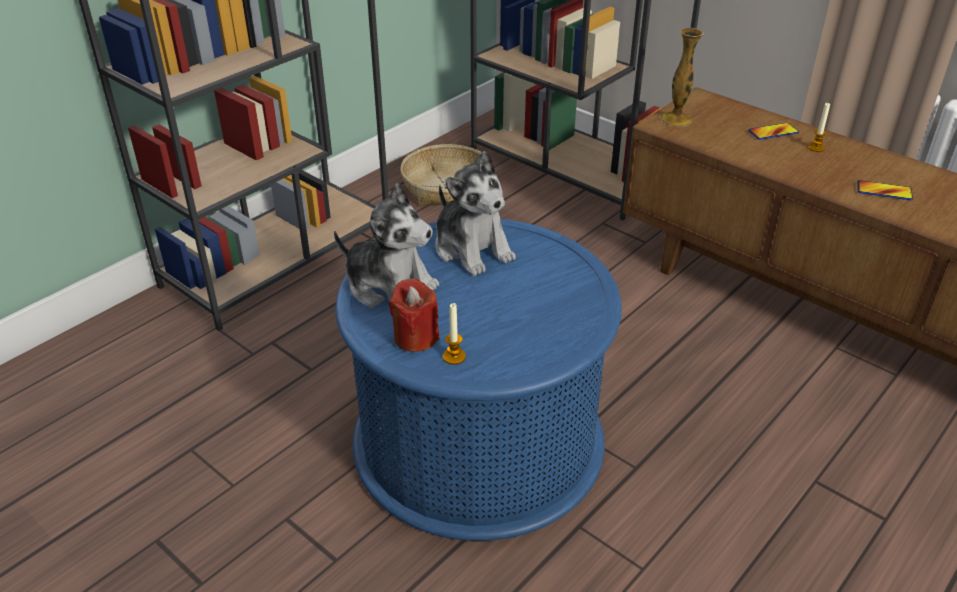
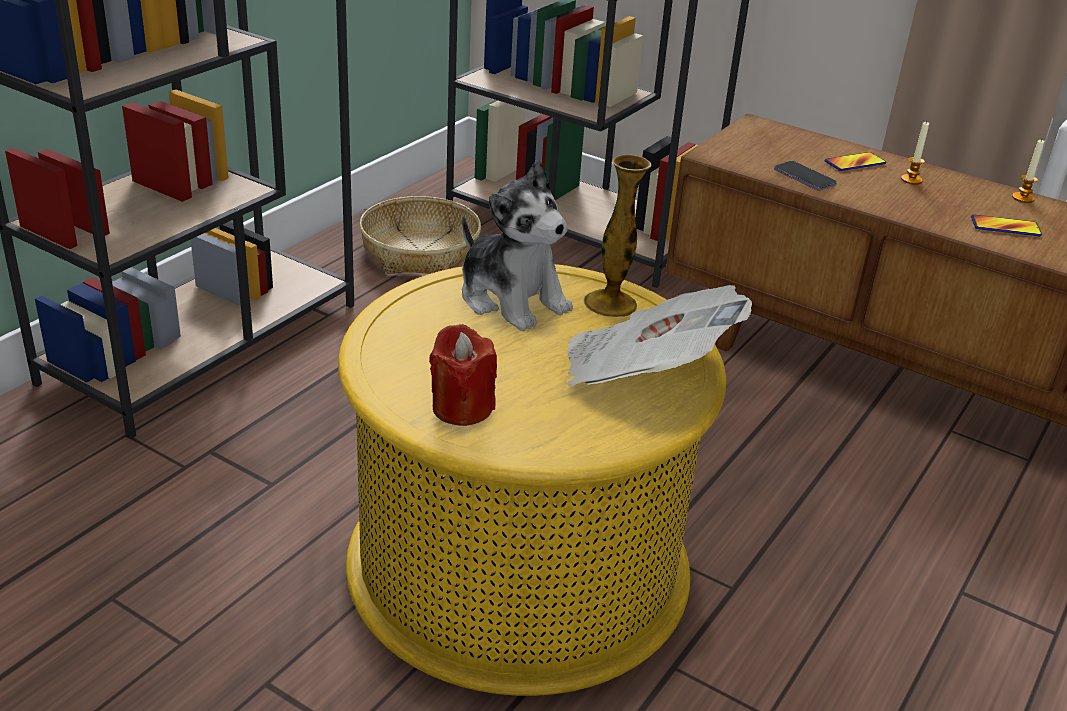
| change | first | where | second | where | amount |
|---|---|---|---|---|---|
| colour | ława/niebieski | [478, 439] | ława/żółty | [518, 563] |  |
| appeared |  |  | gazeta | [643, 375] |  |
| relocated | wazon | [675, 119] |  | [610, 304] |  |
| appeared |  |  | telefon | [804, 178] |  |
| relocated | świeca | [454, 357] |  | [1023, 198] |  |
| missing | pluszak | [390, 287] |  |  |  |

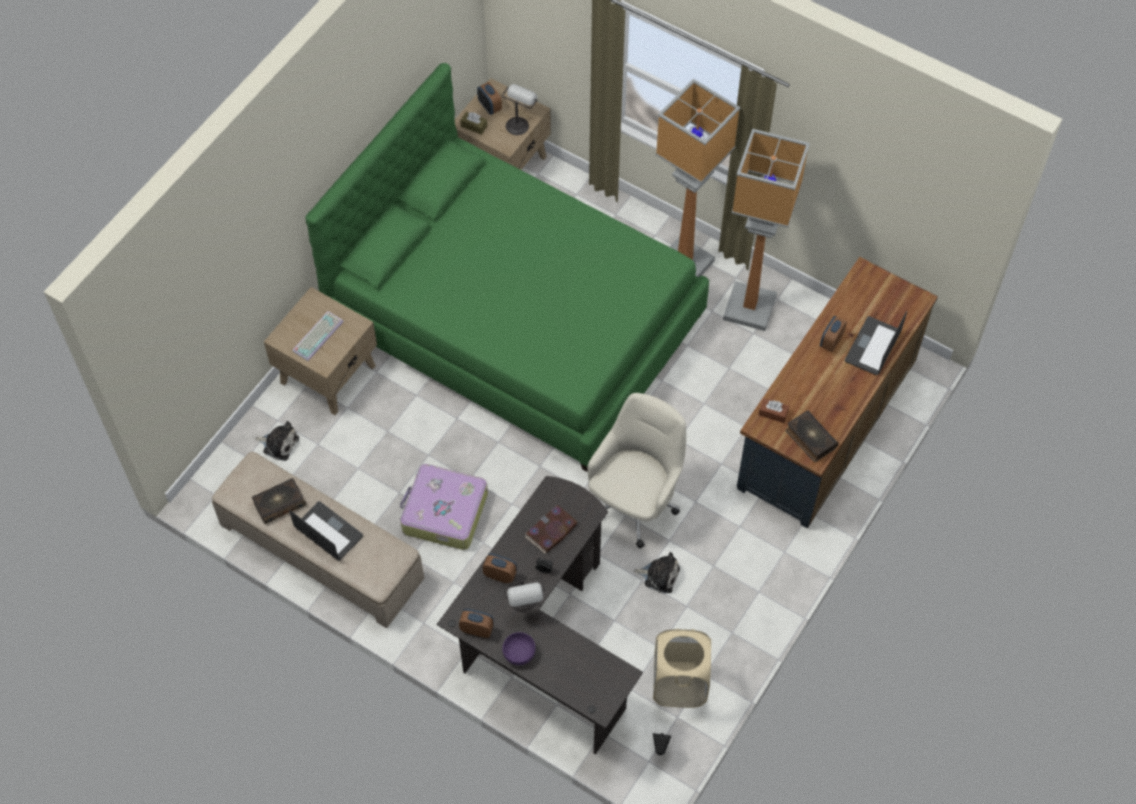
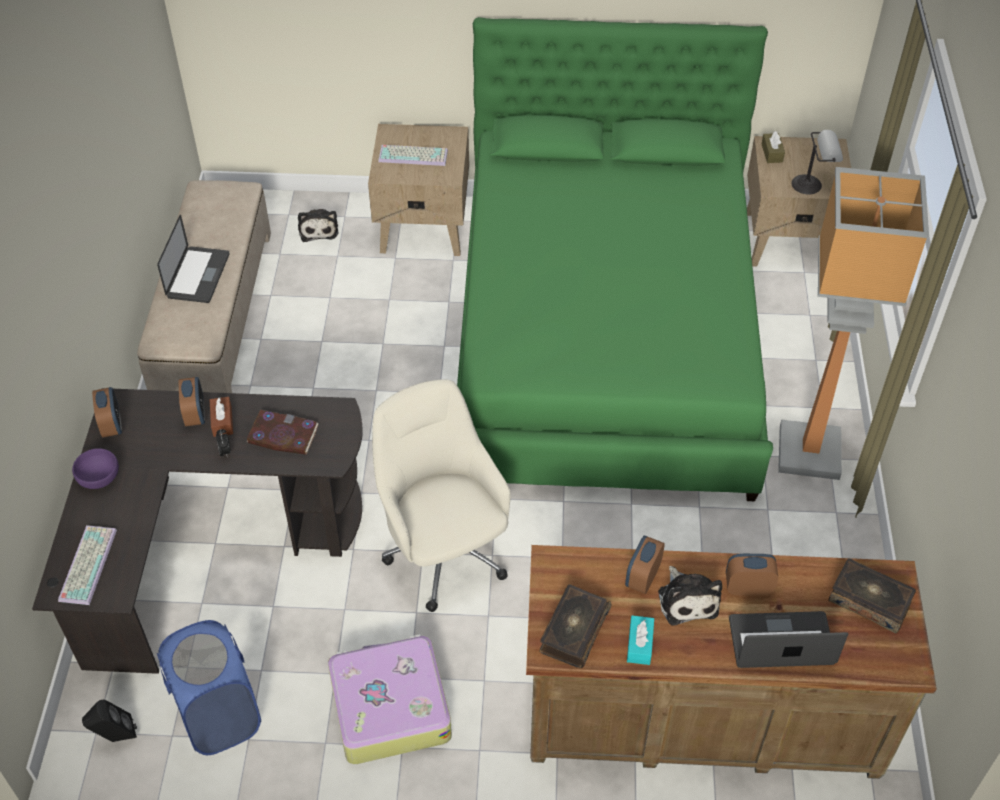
| change | first | where | second | where | amount |
|---|---|---|---|---|---|
| appeared |  |  | klawiatura | [87, 564] |  |
| colour | kosz na pranie/beżowy | [679, 684] | kosz na pranie/niebieski | [219, 716] |  |
| relocated | pudełko chusteczek/brązowy | [773, 413] |  | [222, 421] |  |
| relocated | walizka | [443, 513] |  | [389, 707] |  |
| spun | krzesło biurowe/beżowy | [634, 503] |  | [444, 554] | 120 degrees counterclockwise |
| relocated | budzik | [489, 107] |  | [642, 577] |  |
| appeared |  |  | pudełko chusteczek/turkusowy | [639, 644] |  |
| relocated | pluszak | [659, 575] |  | [687, 599] |  |
| relocated | książka | [279, 504] |  | [869, 601] |  |
| missing | lampa stołowa | [525, 604] |  |  |  |
| missing | lampa stojąca | [748, 308] |  |  |  |

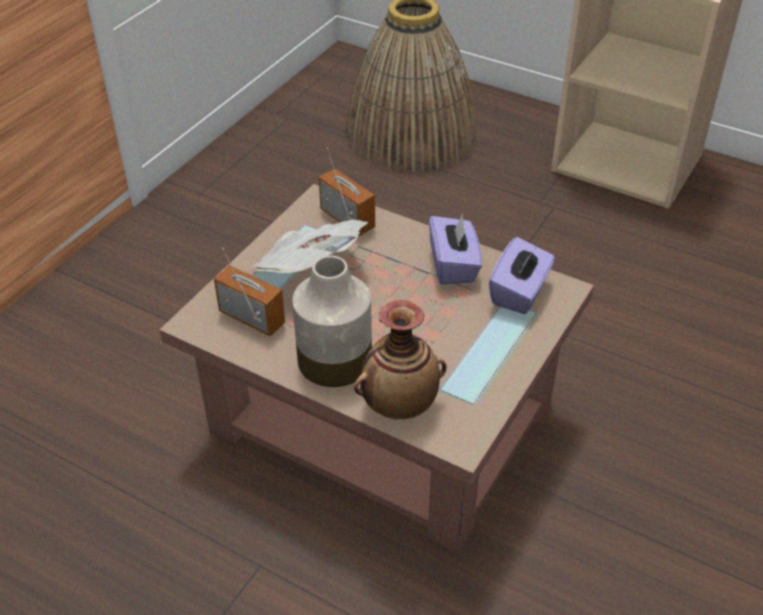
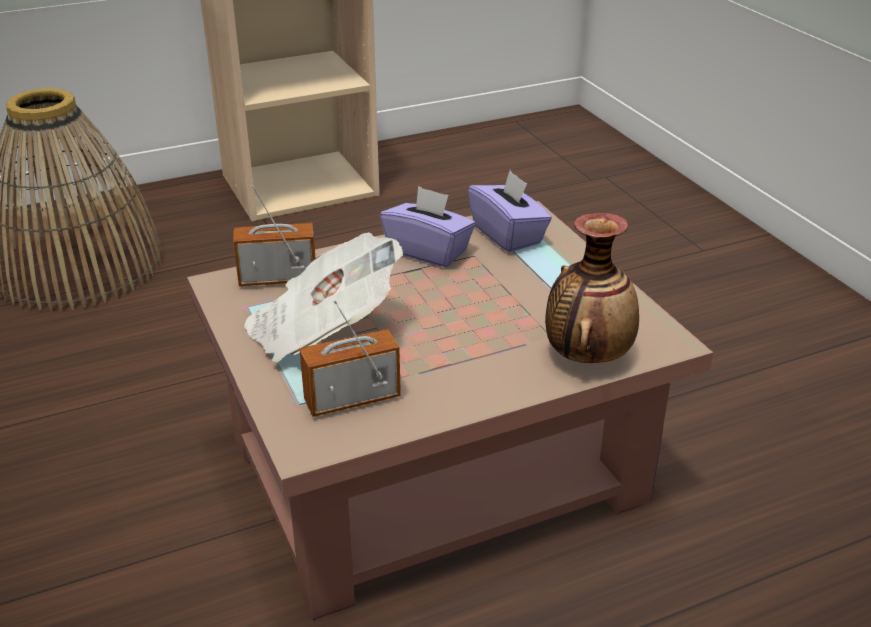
| change | first | where | second | where | amount |
|---|---|---|---|---|---|
| missing | wazon/beżowy | [335, 359] |  |  |  |

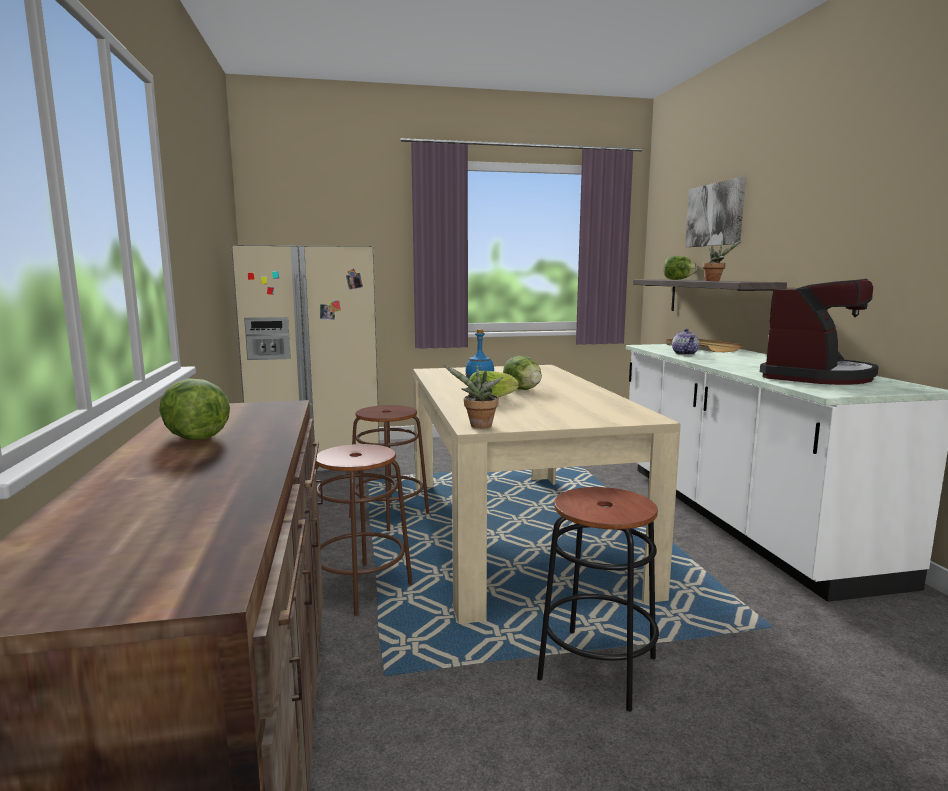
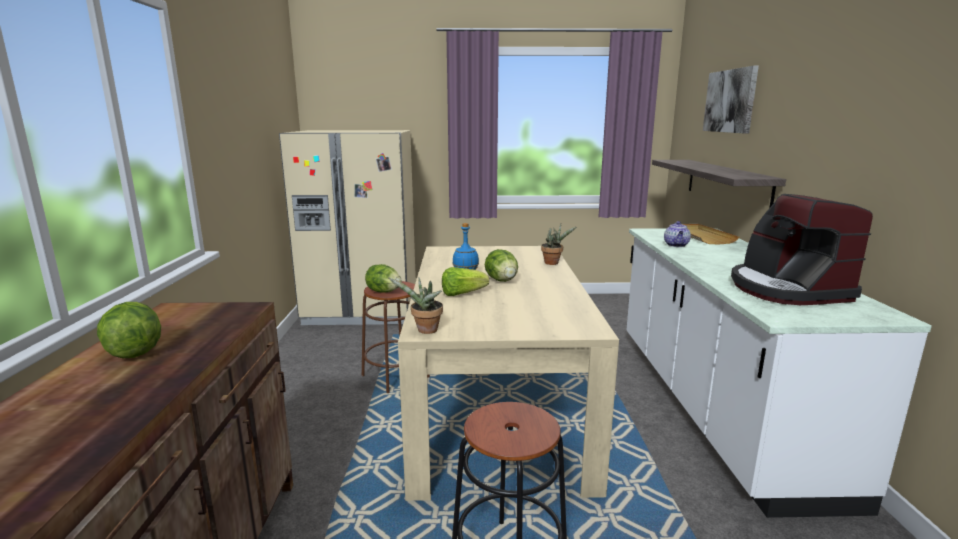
| change | first | where | second | where | amount |
|---|---|---|---|---|---|
| relocated | sałata | [677, 279] |  | [384, 292] |  |
| relocated | roślina doniczkowa | [714, 281] |  | [553, 263] |  |
| spun | ekspres do kawy | [816, 376] |  | [786, 289] | 120 degrees clockwise |
| missing | stołek/brązowy | [361, 587] |  |  |  |

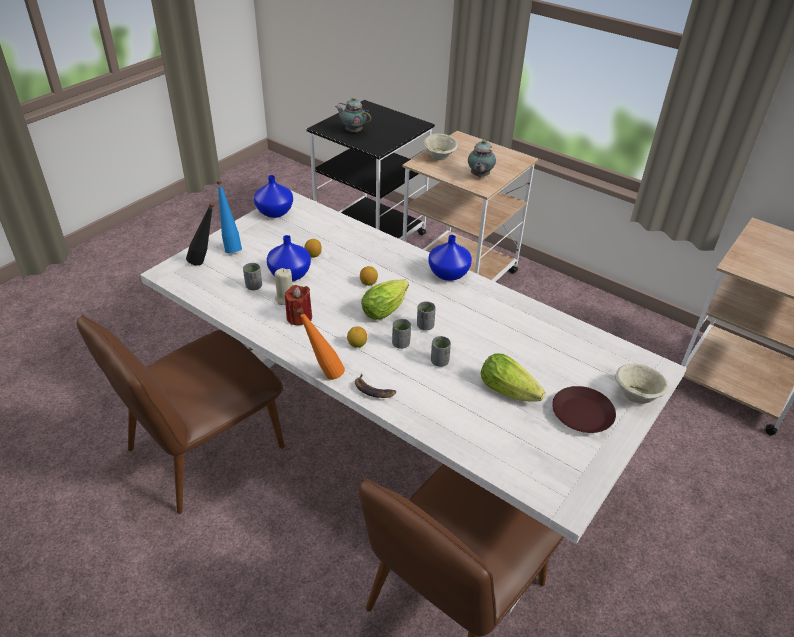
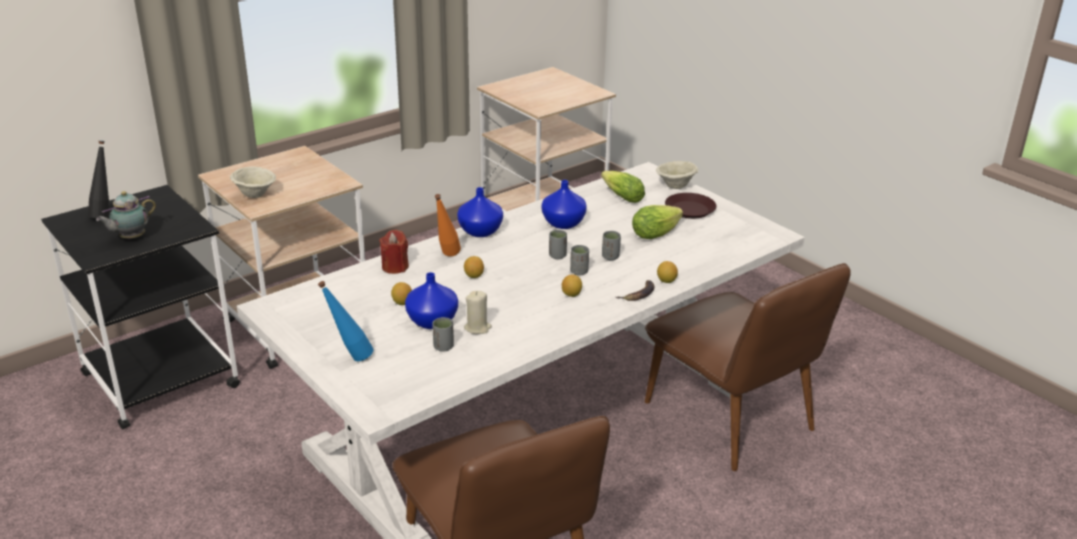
| change | first | where | second | where | amount |
|---|---|---|---|---|---|
| relocated | butelka/czarny | [205, 262] |  | [105, 215] |  |
| relocated | świeca/czerwony | [299, 317] |  | [395, 267] |  |
| relocated | butelka/pomarańczowy | [323, 374] |  | [447, 257] |  |
| relocated | wazon/niebieski | [275, 212] |  | [563, 223] |  |
| relocated | sałata | [387, 308] |  | [620, 196] |  |
| appeared |  |  | cytryna | [666, 281] |  |
| missing | imbryk | [479, 176] |  |  |  |

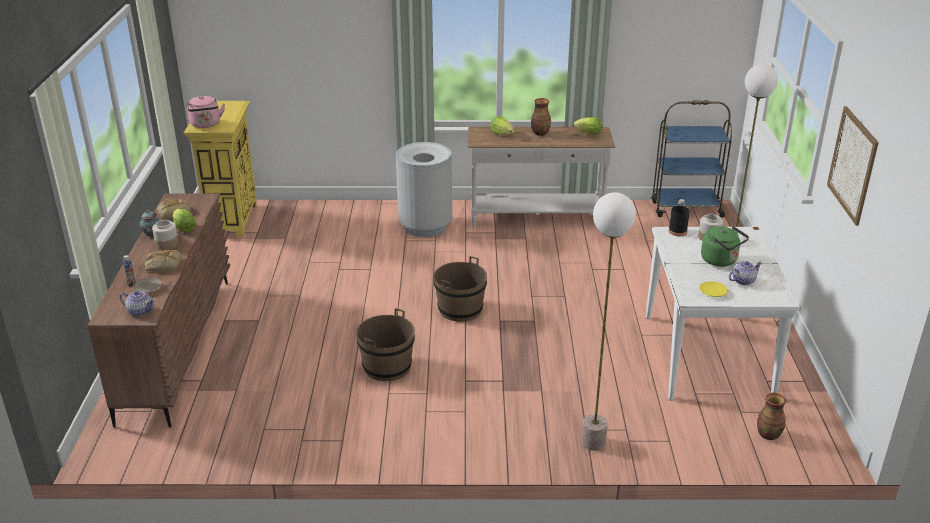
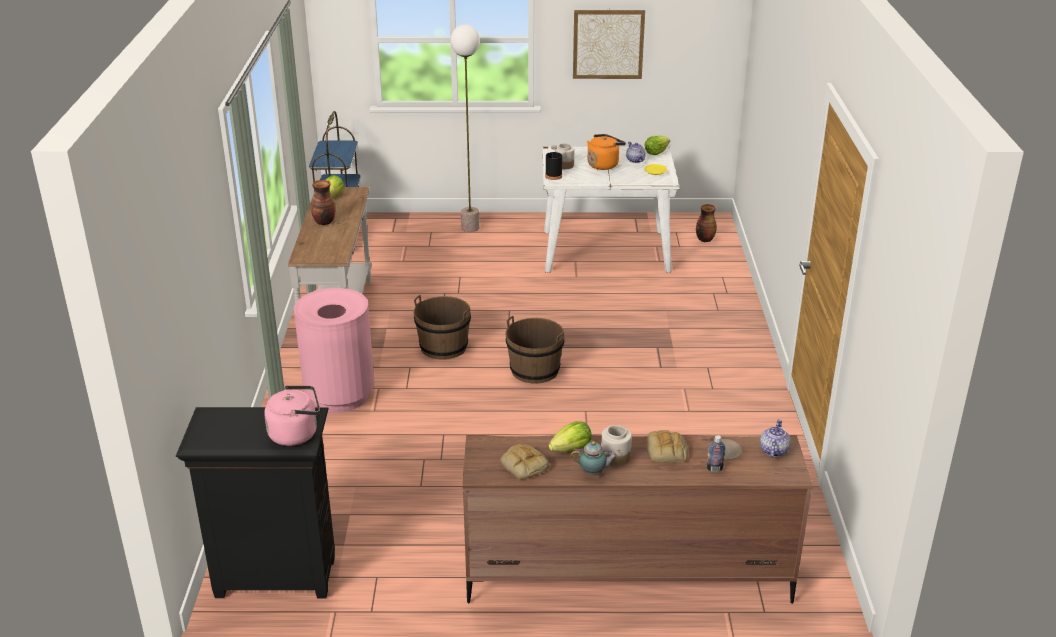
| change | first | where | second | where | amount |
|---|---|---|---|---|---|
| colour | szafka/żółty | [231, 219] | szafka/czarny | [274, 578] |  |
| colour | kosz na śmieci/szary | [425, 226] | kosz na śmieci/różowy | [339, 396] |  |
| relocated | wiadro/brązowy | [387, 366] |  | [443, 347] |  |
| colour | czajnik/zielony | [721, 261] | czajnik/pomarańczowy | [604, 165] |  |
| relocated | sałata | [502, 134] |  | [656, 152] |  |
| missing | lampa stojąca | [593, 442] |  |  |  |

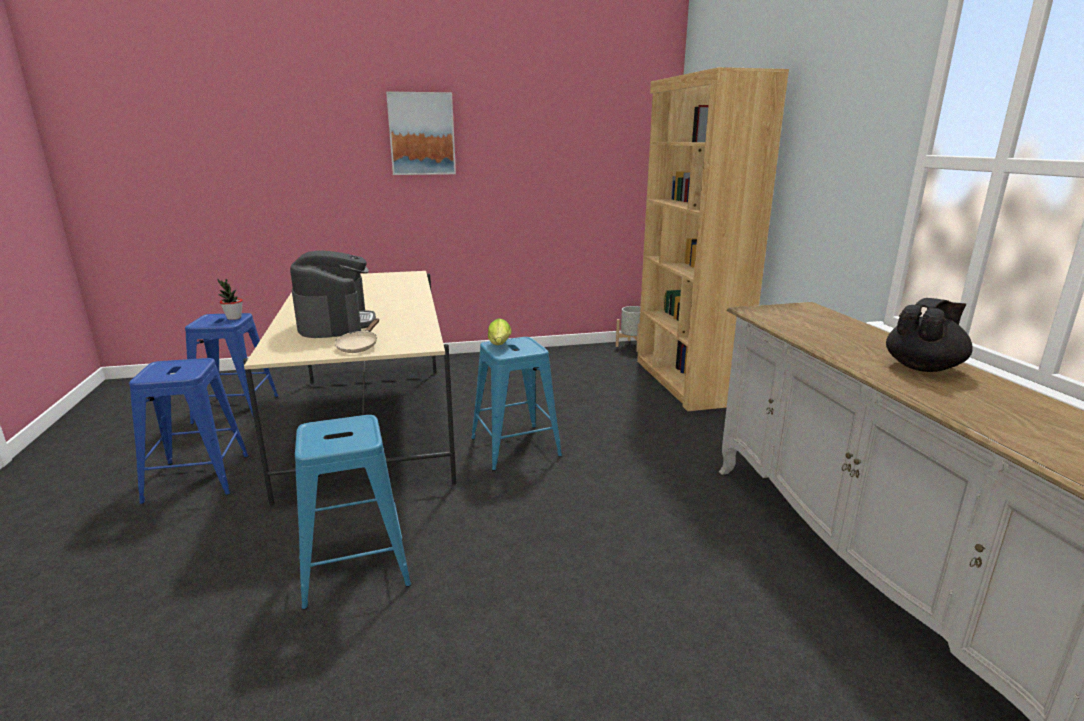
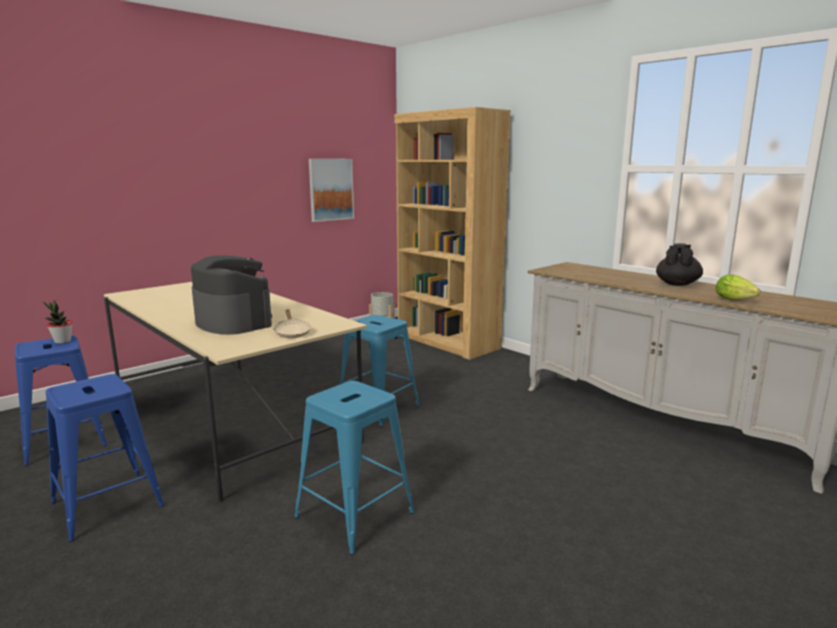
| change | first | where | second | where | amount |
|---|---|---|---|---|---|
| relocated | obraz | [421, 134] |  | [331, 189] |  |
| relocated | sałata | [499, 345] |  | [736, 300] |  |

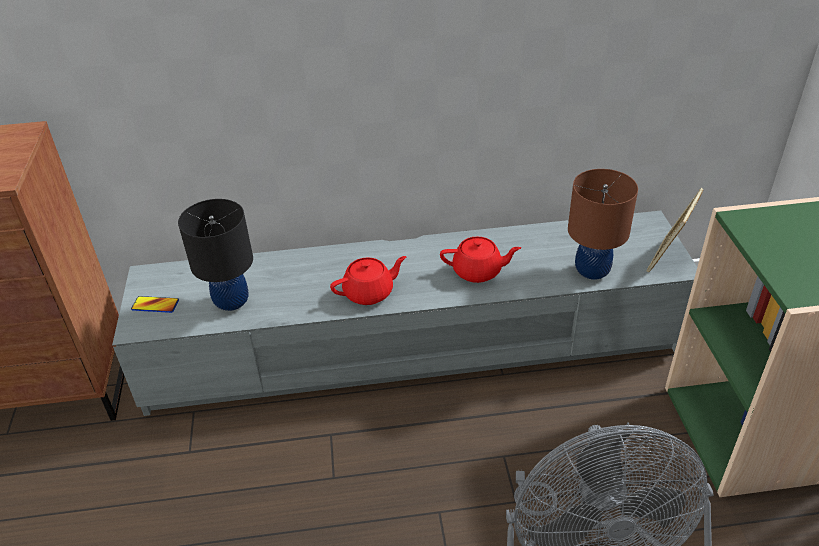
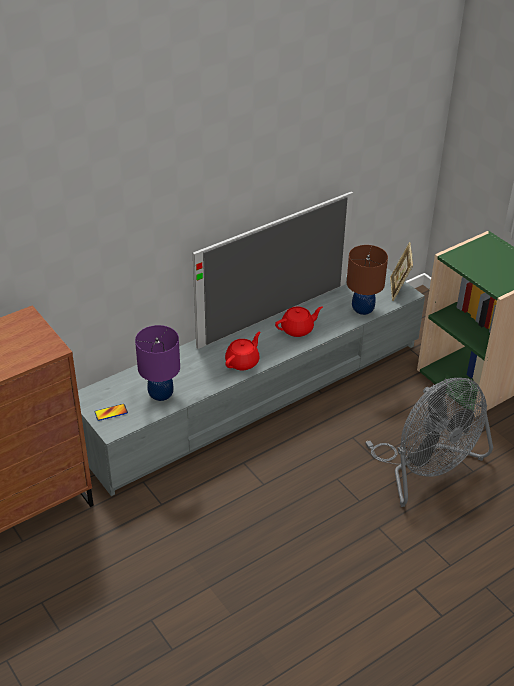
| change | first | where | second | where | amount |
|---|---|---|---|---|---|
| colour | lampa stołowa/czarny | [230, 303] | lampa stołowa/fioletowy | [160, 396] |  |
| appeared |  |  | telewizor | [274, 315] |  |

